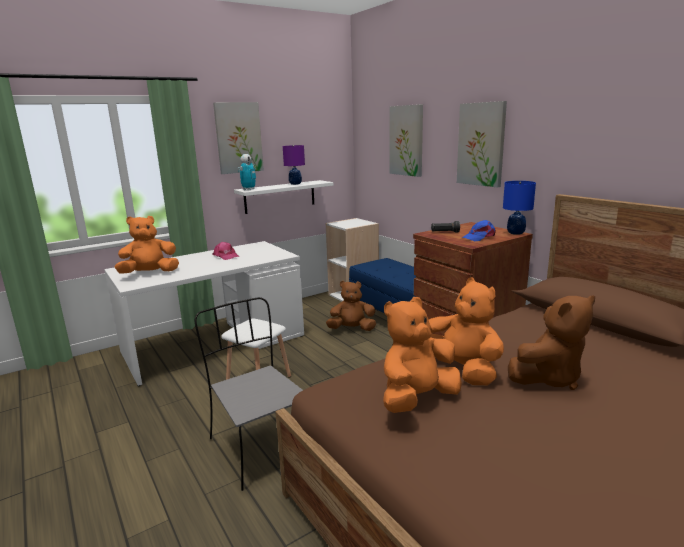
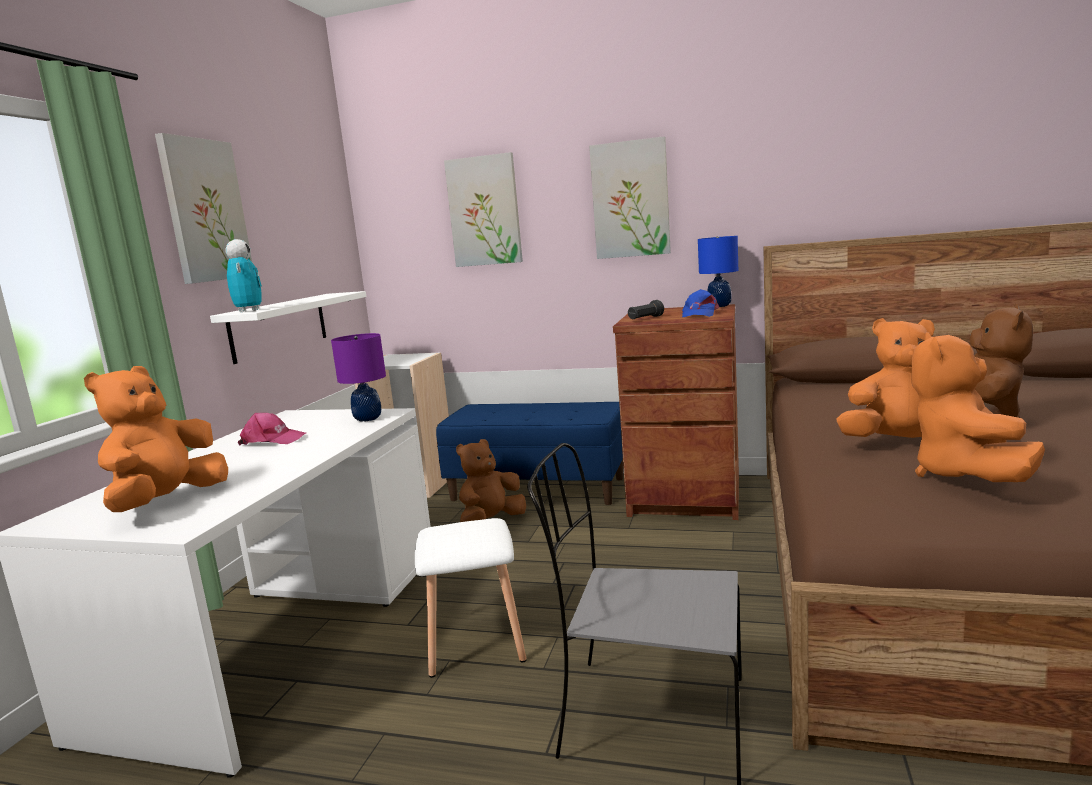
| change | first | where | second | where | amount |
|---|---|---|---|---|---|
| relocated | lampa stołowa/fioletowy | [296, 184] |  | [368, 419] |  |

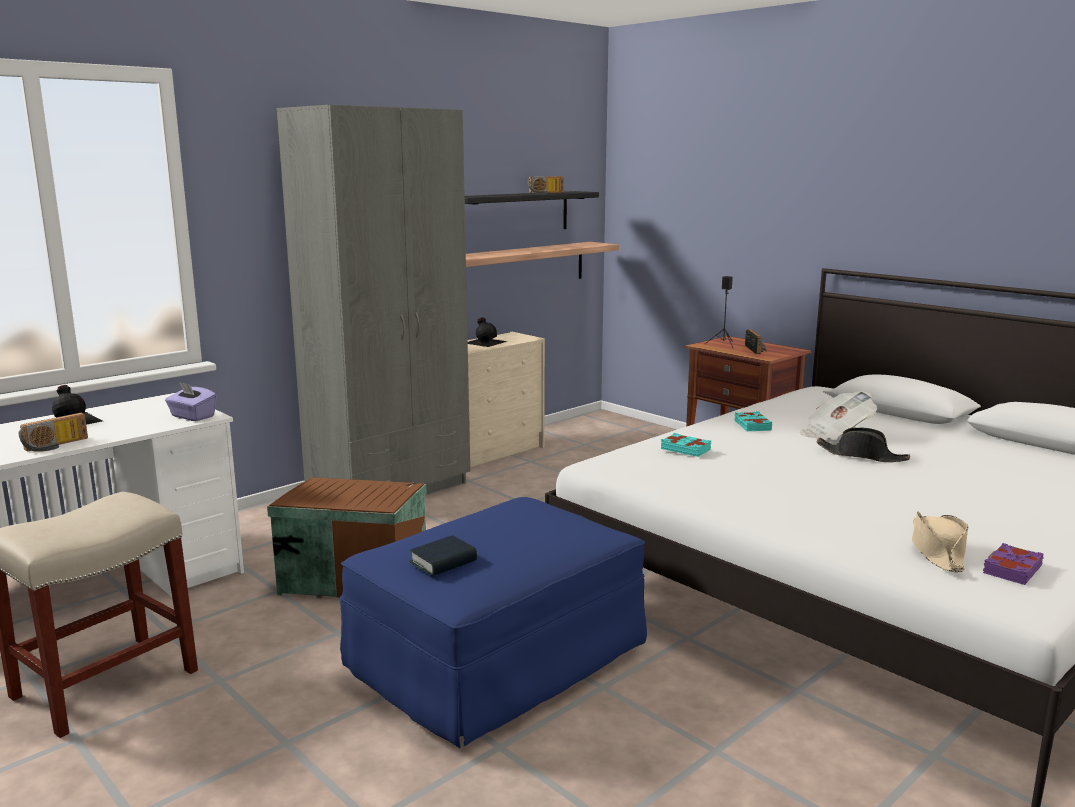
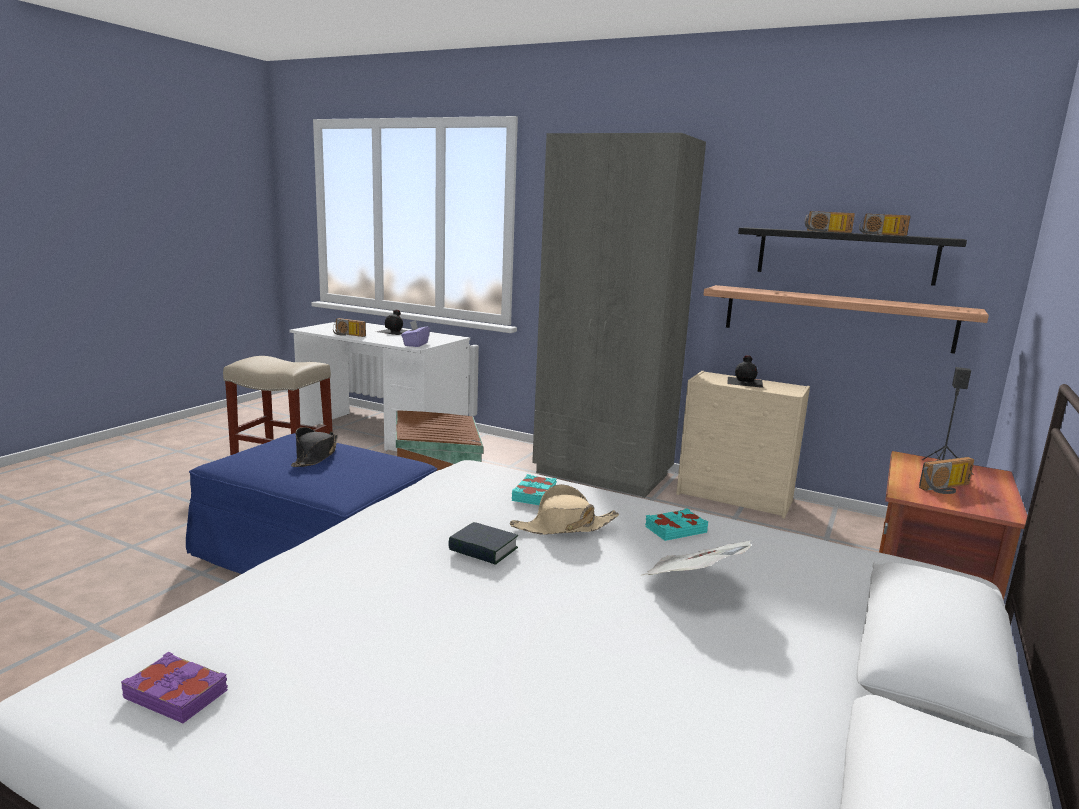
| change | first | where | second | where | amount |
|---|---|---|---|---|---|
| relocated | kapelusz/czarny | [862, 455] |  | [315, 456] |  |
| relocated | książka | [443, 562] |  | [483, 549] |  |
| relocated | kapelusz/beżowy | [937, 551] |  | [564, 527] |  |
| appeared |  |  | radio | [827, 231] |  |

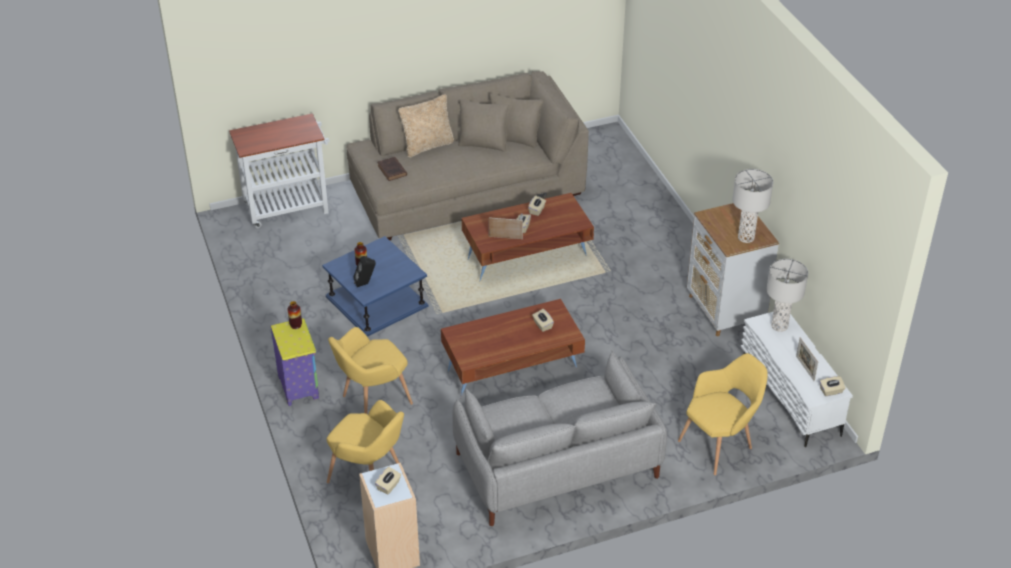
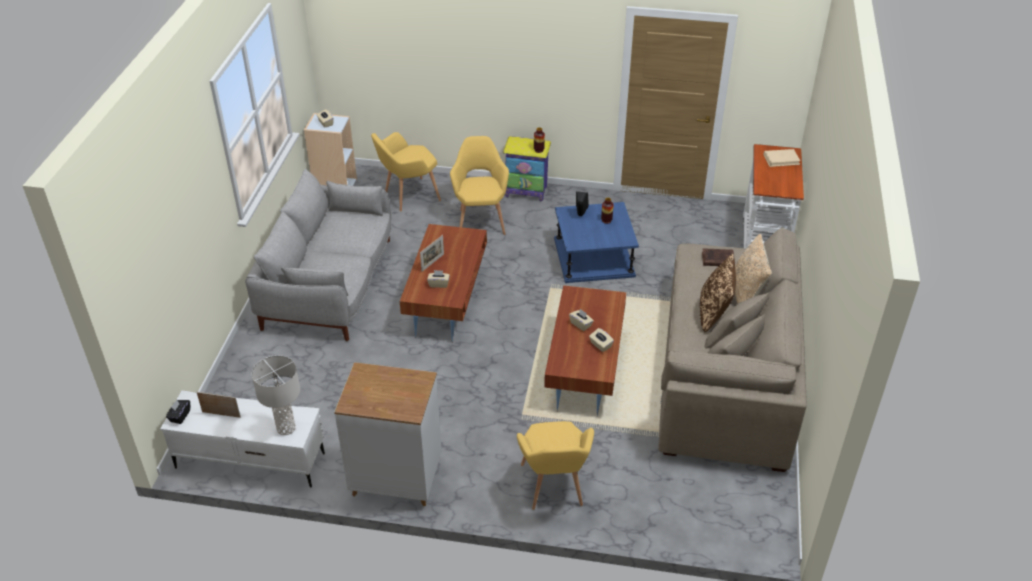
| change | first | where | second | where | amount |
|---|---|---|---|---|---|
| colour | pudełko chusteczek/beżowy | [831, 391] | pudełko chusteczek/czarny | [180, 416] |  |
| relocated | ramka na zdjęcie | [505, 237] |  | [432, 262] |  |
| relocated | fotel/żółty | [720, 444] |  | [554, 489] |  |
| appeared |  |  | poduszka/brązowy | [713, 315] |  |
| appeared |  |  | książka/beżowy | [781, 159] |  |
| missing | lampa stołowa/biały | [746, 237] |  |  |  |

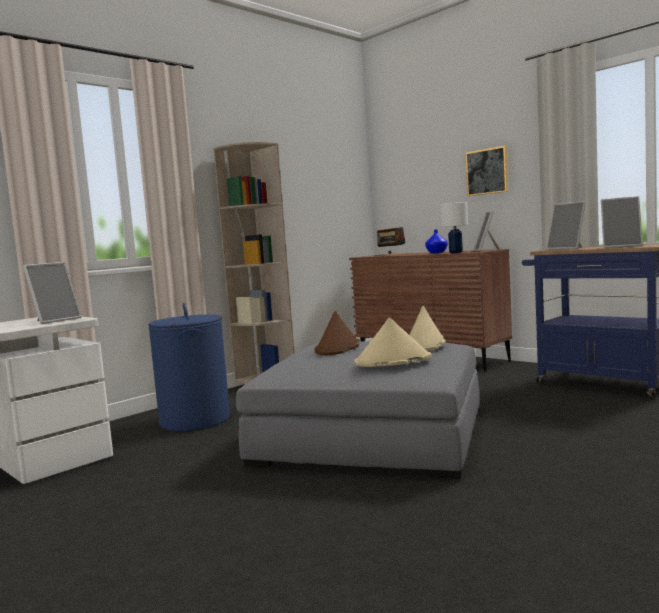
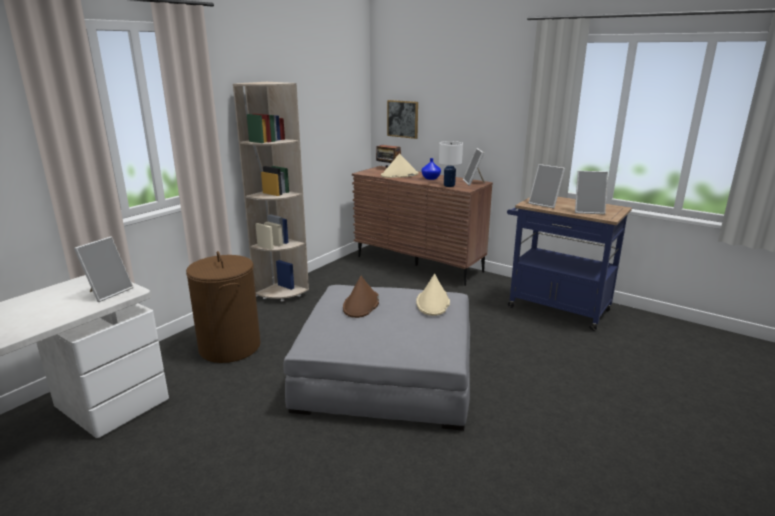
| change | first | where | second | where | amount |
|---|---|---|---|---|---|
| colour | kosz na pranie/niebieski | [195, 420] | kosz na pranie/brązowy | [230, 347] |  |
| relocated | kapelusz/beżowy | [392, 361] |  | [399, 175] |  |
| relocated | obraz | [487, 171] |  | [403, 119] |  |

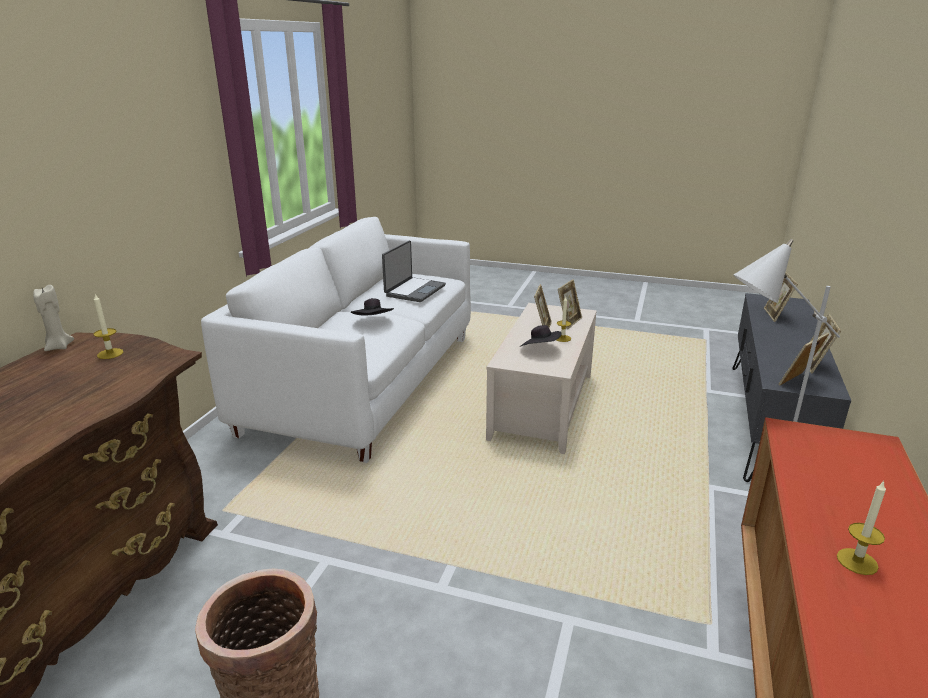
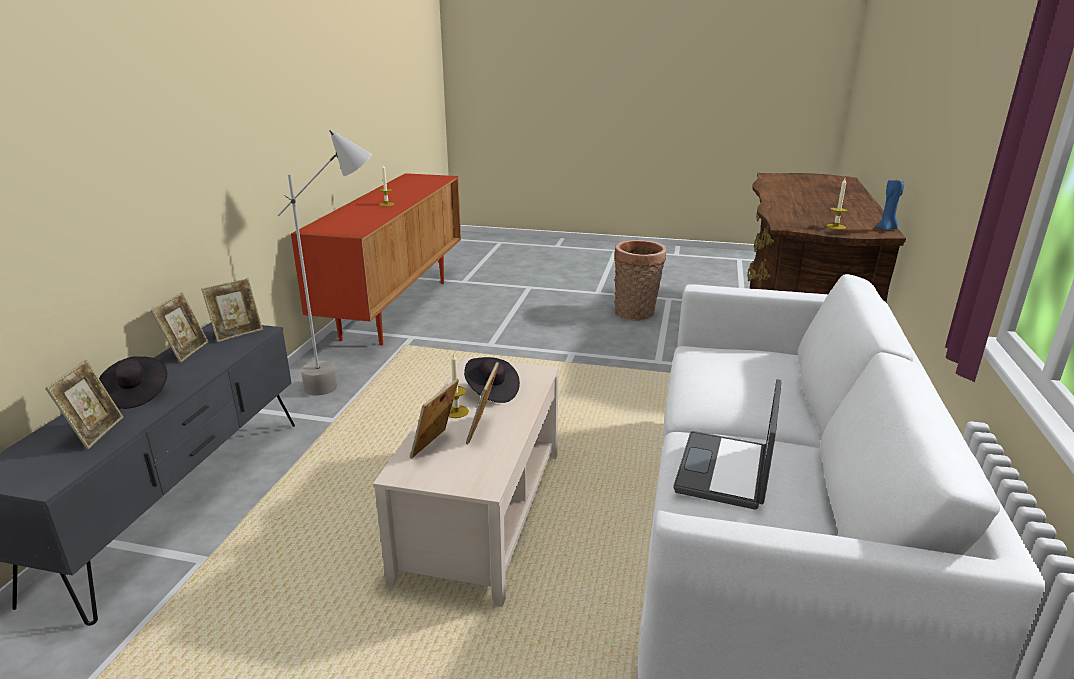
| change | first | where | second | where | amount |
|---|---|---|---|---|---|
| relocated | kapelusz/czarny | [373, 322] |  | [136, 394] |  |
| colour | świeca/beżowy | [58, 347] | świeca/niebieski | [886, 229] |  |

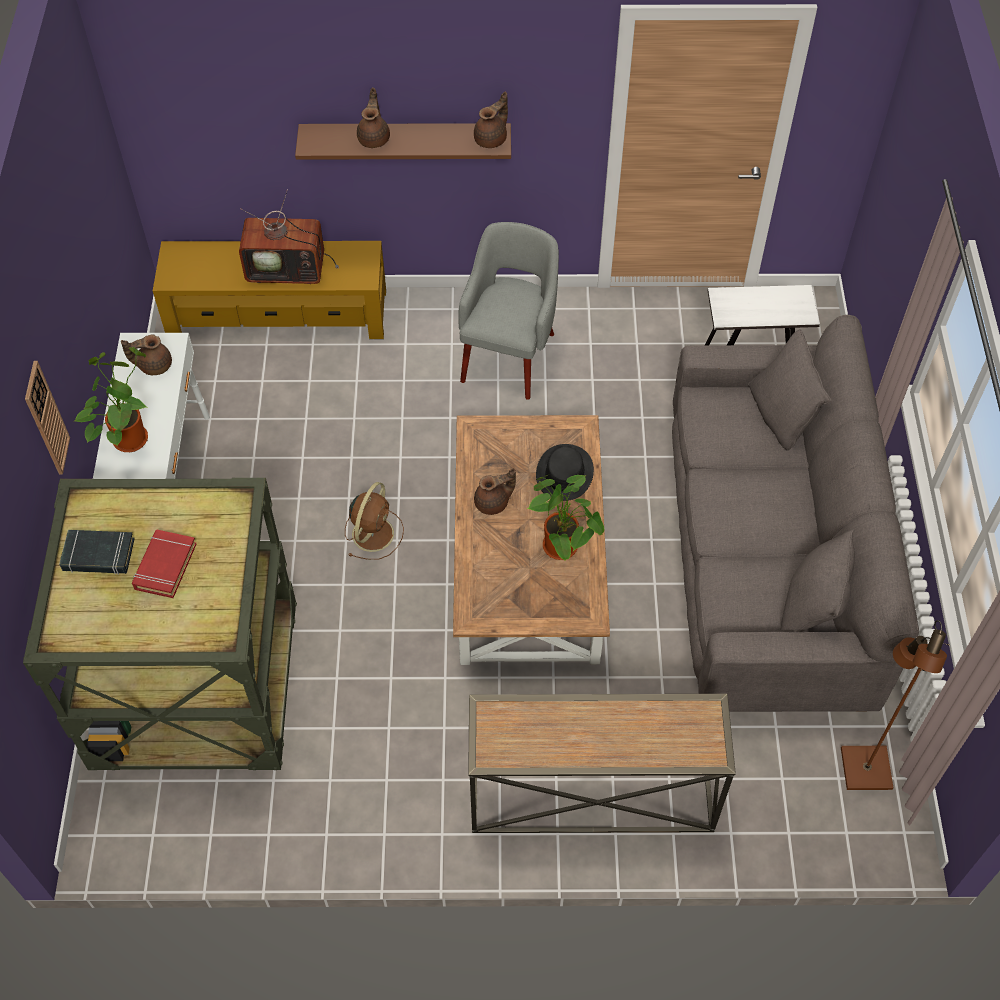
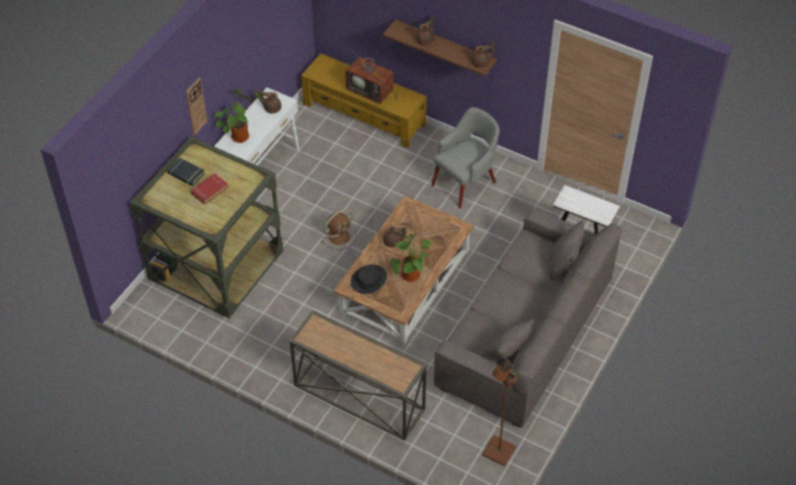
| change | first | where | second | where | amount |
|---|---|---|---|---|---|
| relocated | kapelusz/czarny | [565, 473] |  | [369, 280] |  |

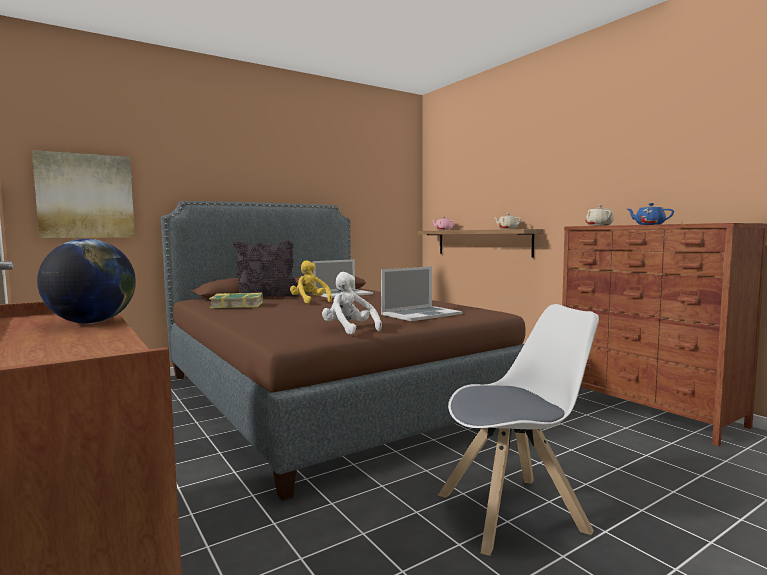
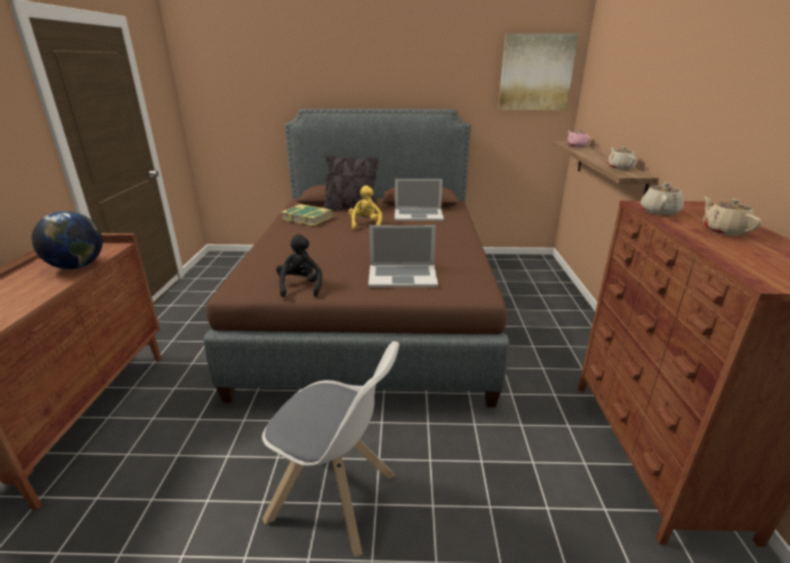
| change | first | where | second | where | amount |
|---|---|---|---|---|---|
| colour | pluszak/biały | [349, 330] | pluszak/czarny | [300, 287] |  |
| relocated | obraz | [86, 196] |  | [536, 73] |  |
| colour | imbryk/niebieski | [649, 224] | imbryk/beżowy | [723, 231] |  |

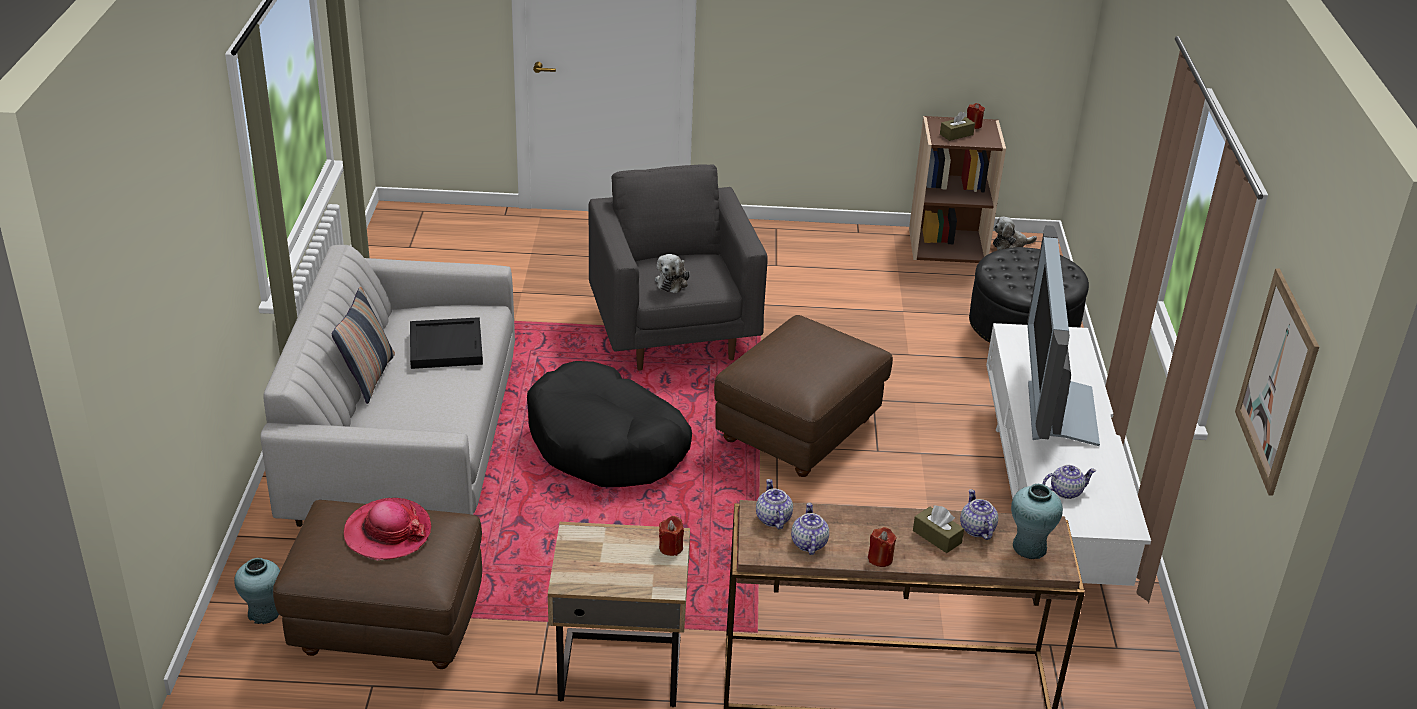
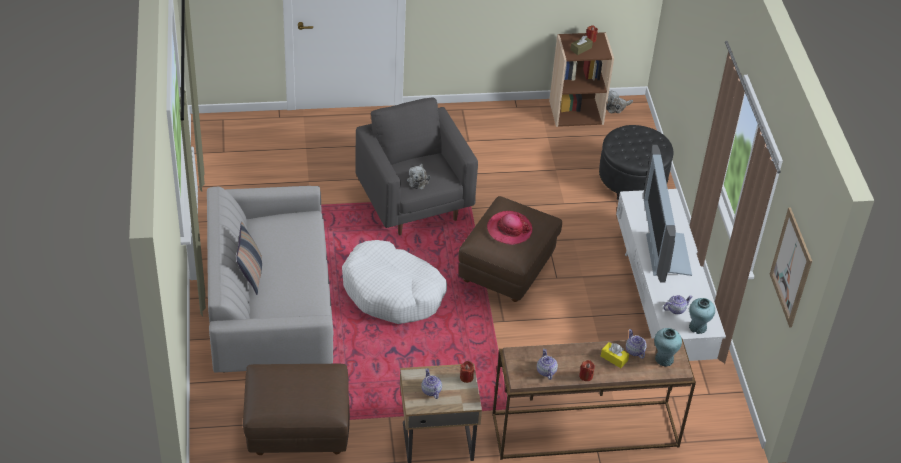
| change | first | where | second | where | amount |
|---|---|---|---|---|---|
| colour | legowisko/czarny | [606, 444] | legowisko/biały | [393, 292] |  |
| relocated | imbryk | [772, 518] |  | [431, 390] |  |
| relocated | kapelusz | [387, 532] |  | [509, 229] |  |
| colour | pudełko chusteczek/brązowy | [937, 537] | pudełko chusteczek/żółty | [614, 358] |  |
| relocated | wazon/turkusowy | [264, 613] |  | [698, 327] |  |
| missing | taca/czarny | [445, 346] |  |  |  |

